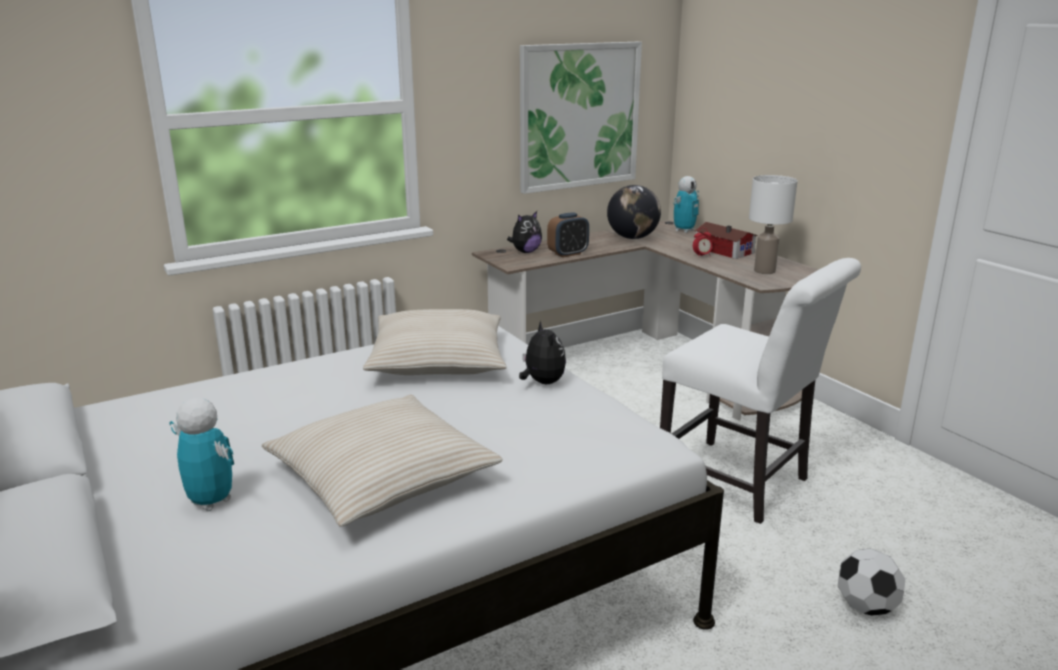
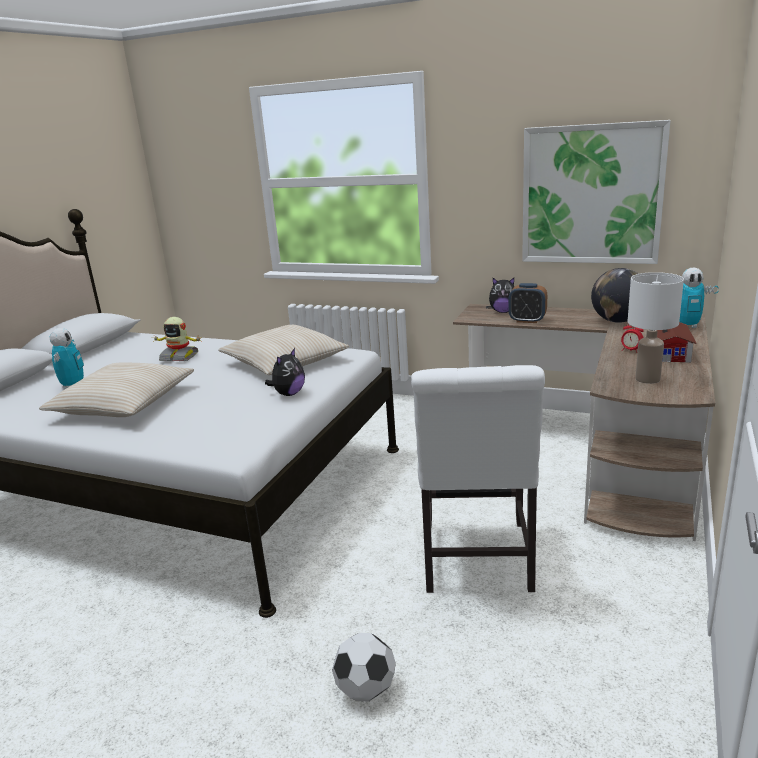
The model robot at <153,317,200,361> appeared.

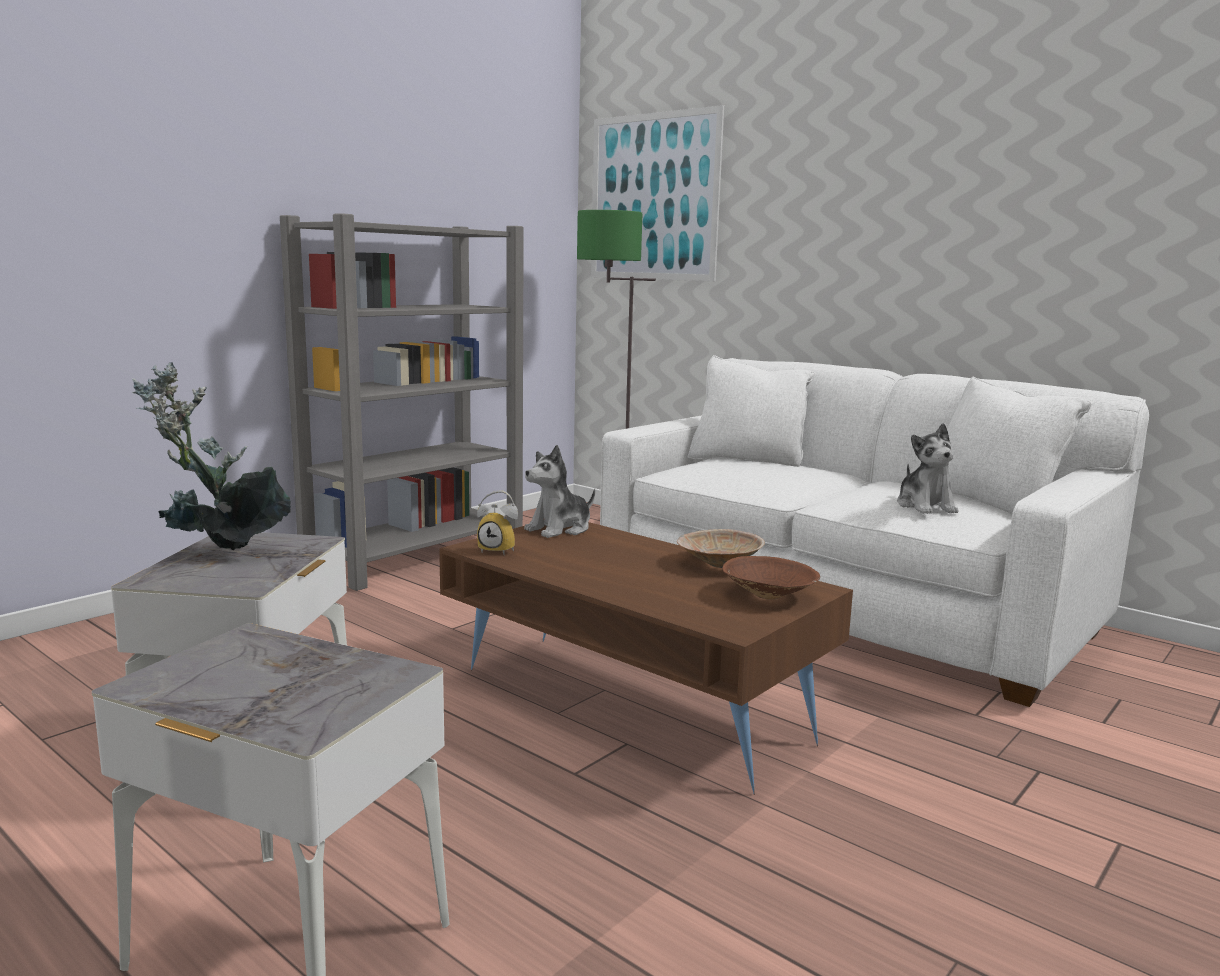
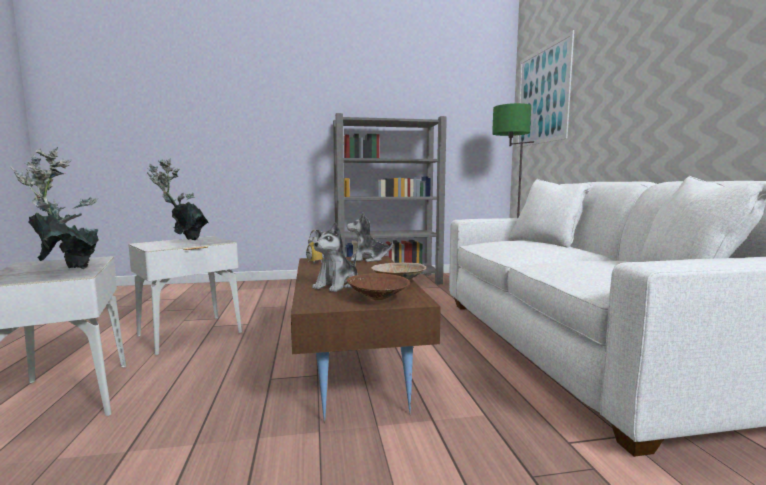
The plant in a pot at <10,147,99,269> appeared.
The plush toy moved from <897,423,958,514> to <312,222,358,292>.

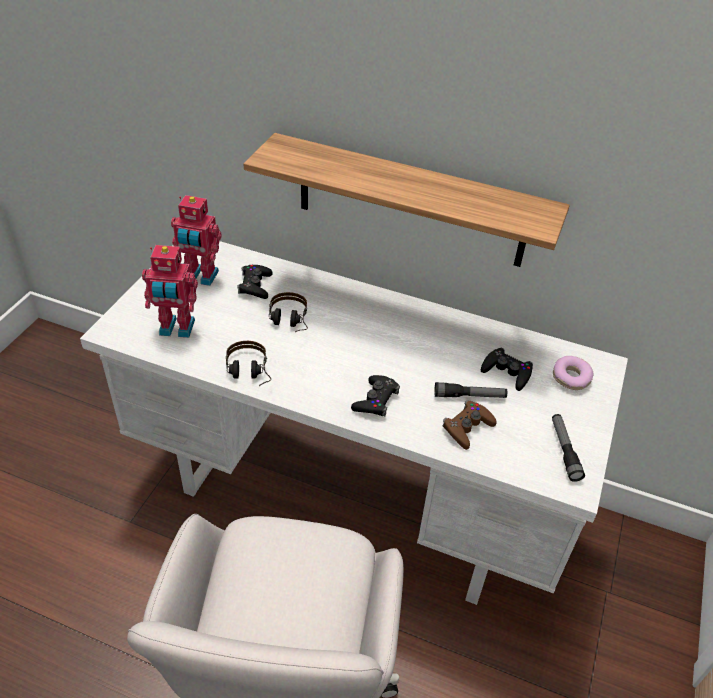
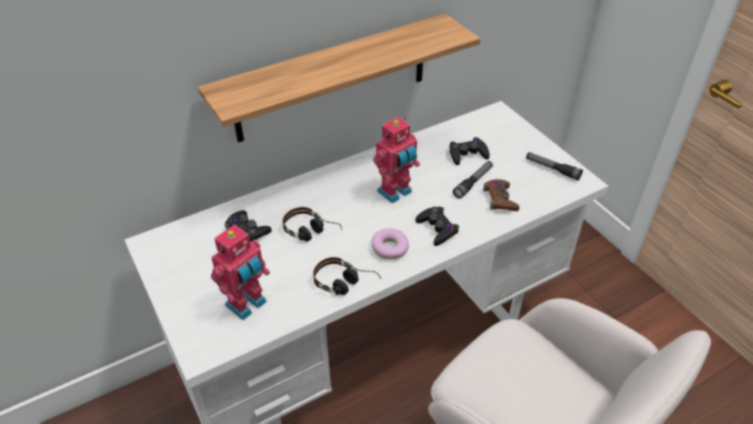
The ring doughnut moved from <553,356,594,390> to <372,228,409,259>.
The model robot moved from <171,195,222,286> to <373,117,420,203>.

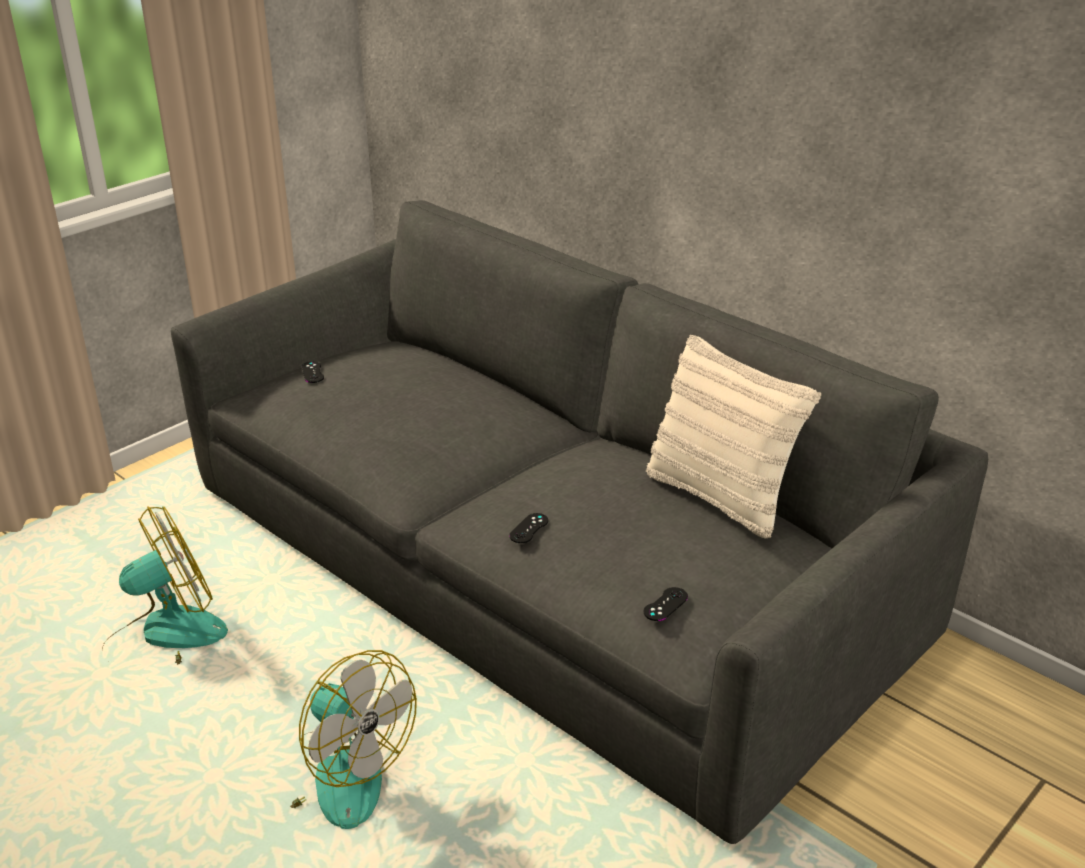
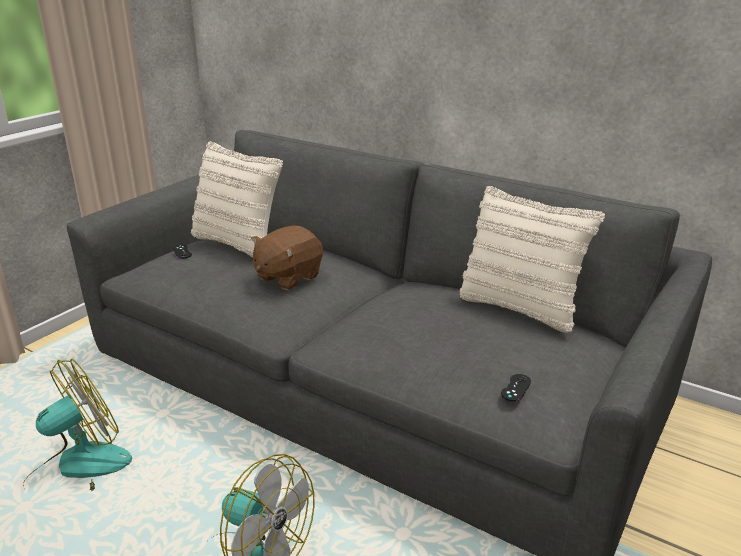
The pillow (beige-coloured) at <191,141,283,257> appeared.
The plush toy (brown) at <251,225,323,290> appeared.
The joypad (black-coloured) at <509,513,548,543> disappeared.

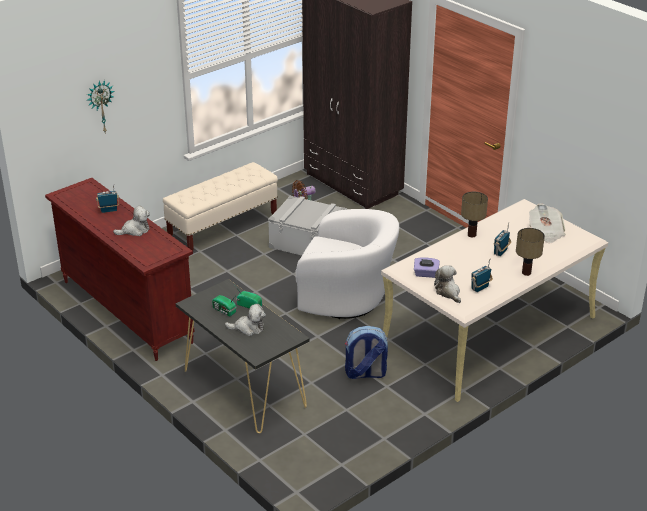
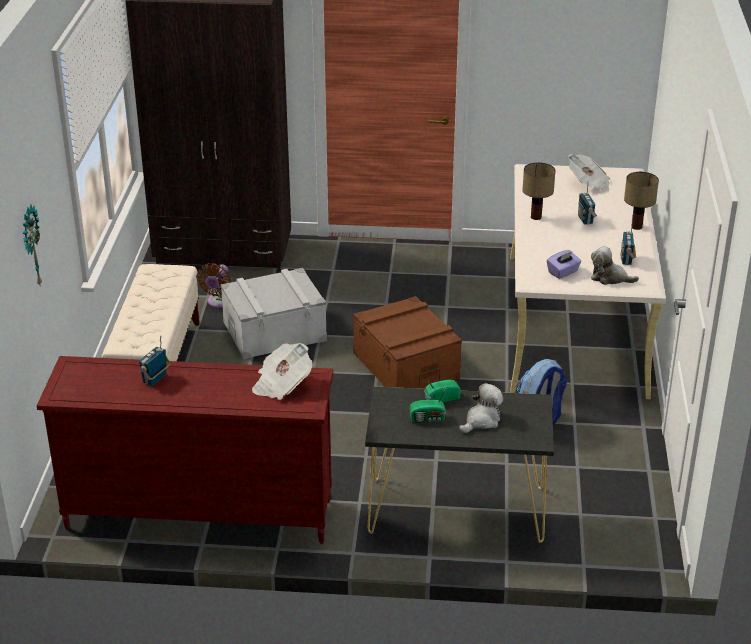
The newspaper at <252,343,313,400> appeared.
The armchair (white-coloured) at <295,209,399,319> was replaced by the storage box (brown) at <353,296,462,389>.
The plush toy at <113,206,150,236> disappeared.

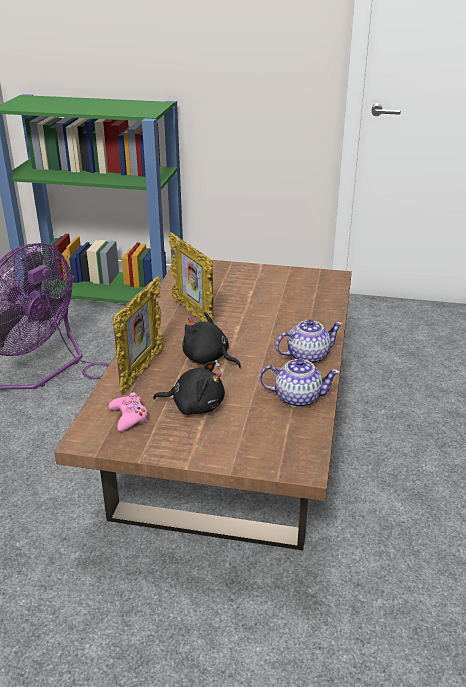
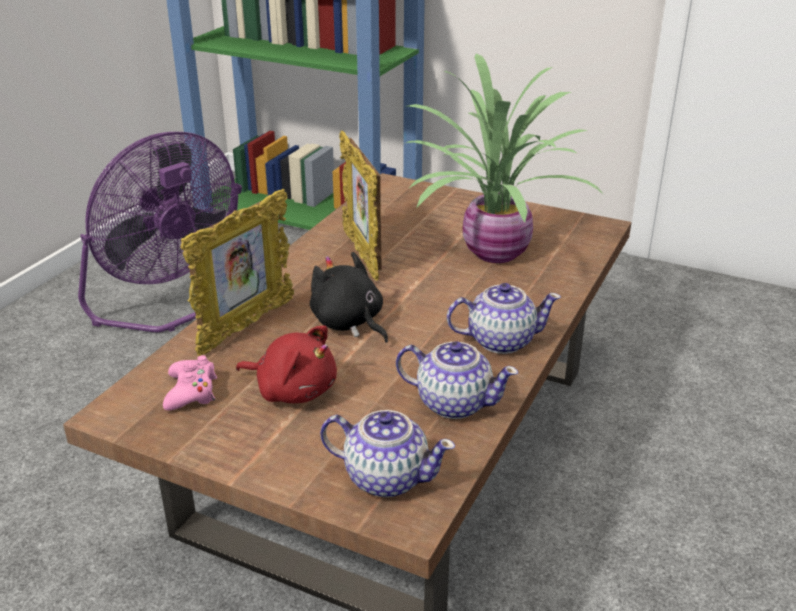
The plush toy (black-coloured) at <153,361,225,415> became the plush toy (red) at <236,325,337,403>.
The tea pot at <320,410,455,497> appeared.
The plant in a pot at <401,53,604,263> appeared.

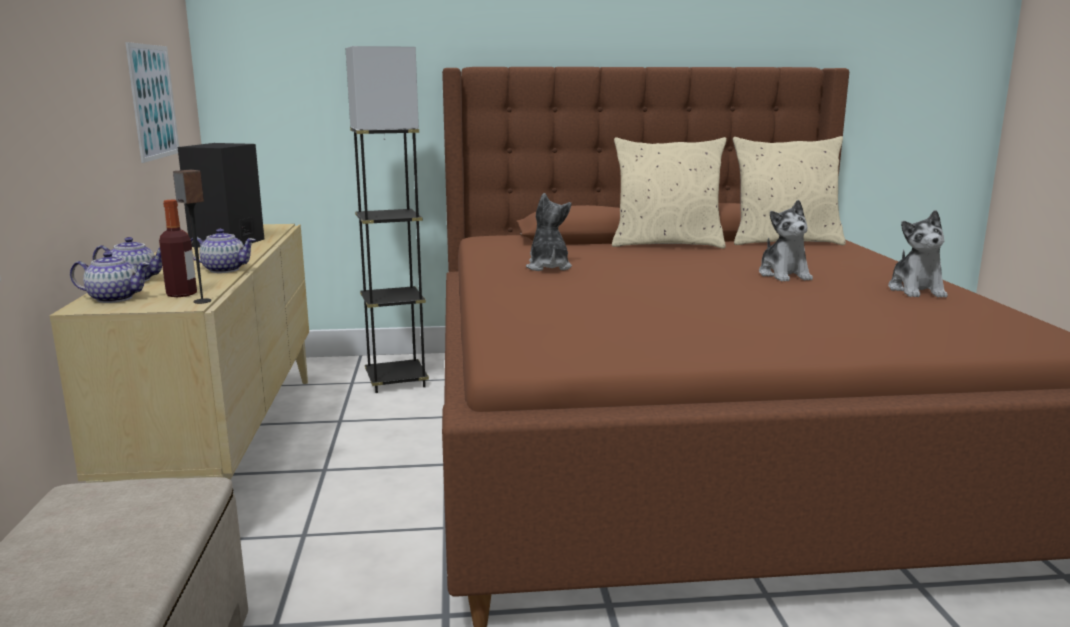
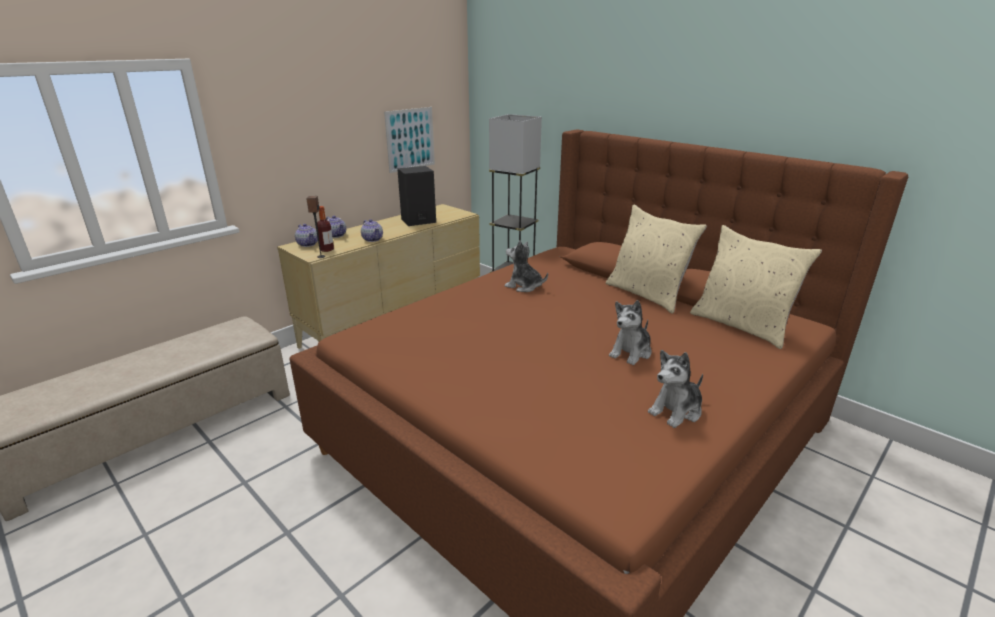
The plush toy at <526,193,572,271> turned 105 degrees counterclockwise.

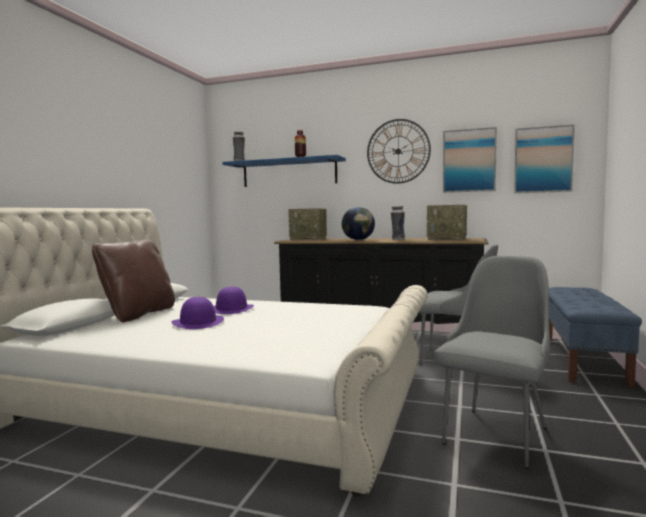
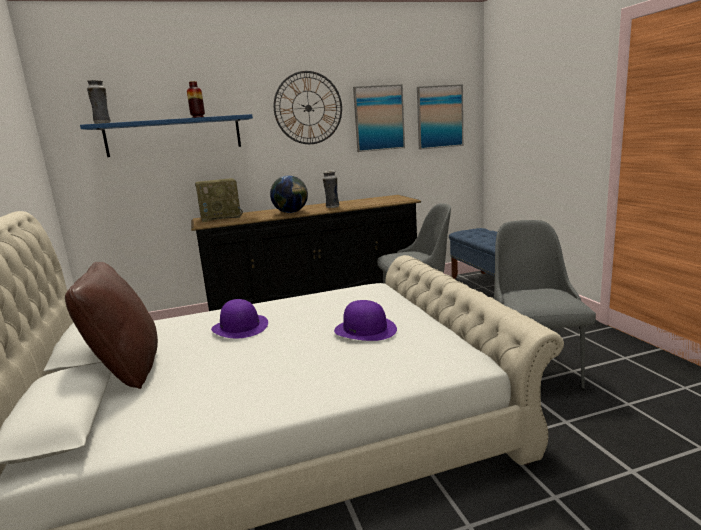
The wearable hat (purple-coloured) moved from <171,297,224,329> to <334,300,397,341>.
The radio set at <427,205,467,240> disappeared.

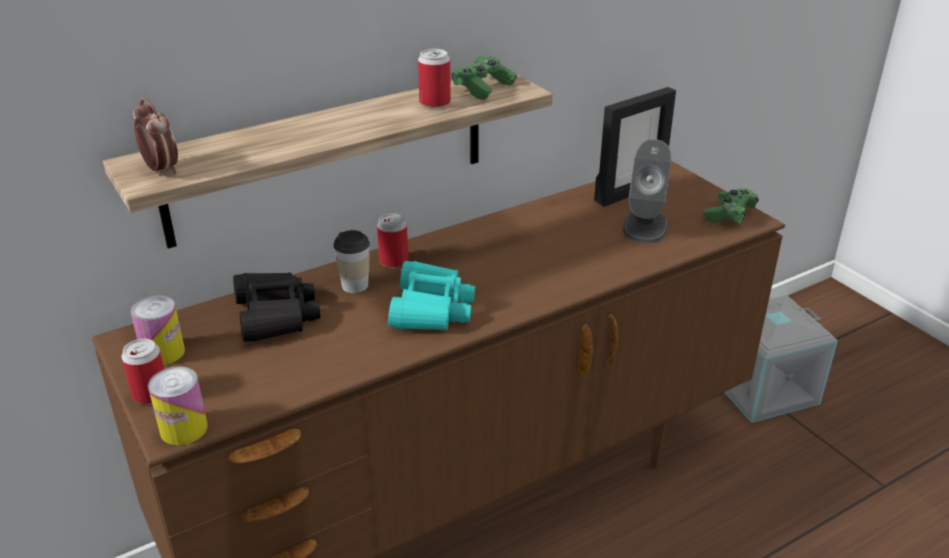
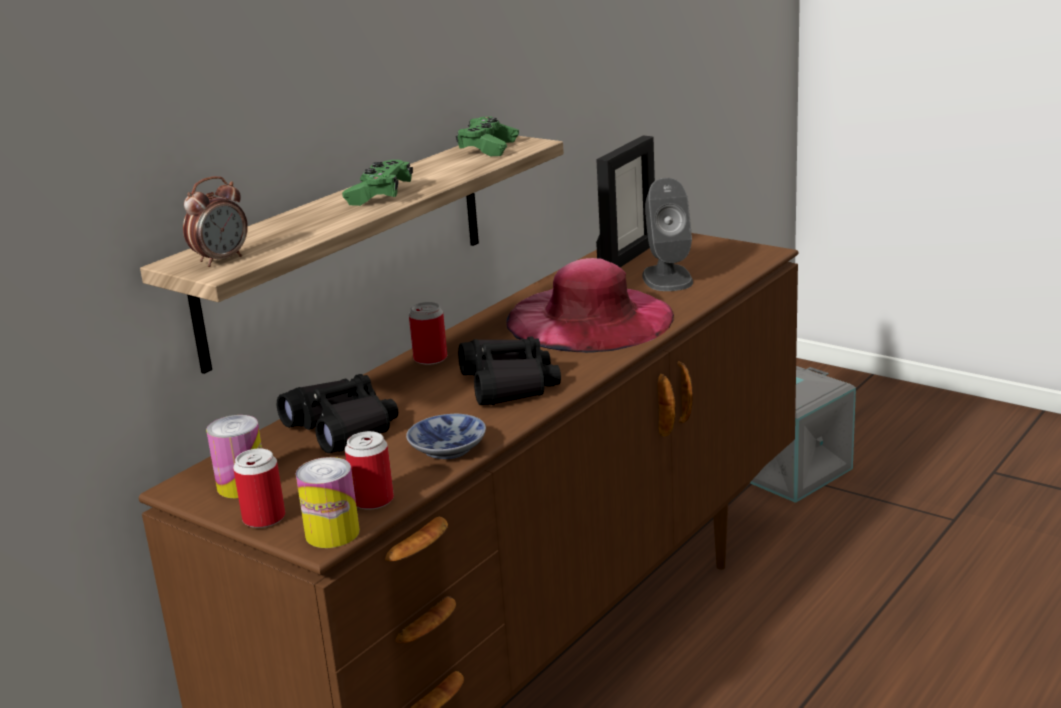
The bedside clock at <133,98,178,176> turned 105 degrees clockwise.
The joypad (green-coloured) moved from <703,188,759,224> to <342,160,413,206>.
The metal can moved from <418,49,451,108> to <345,431,394,510>.
The serving bowl at <406,414,486,459> appeared.
The binoculars (blue-green) at <388,261,475,331> became the binoculars (black-coloured) at <458,336,561,405>.
The wearable hat (pinkish) at <506,258,674,353> appeared.
The cup at <333,230,370,293> disappeared.

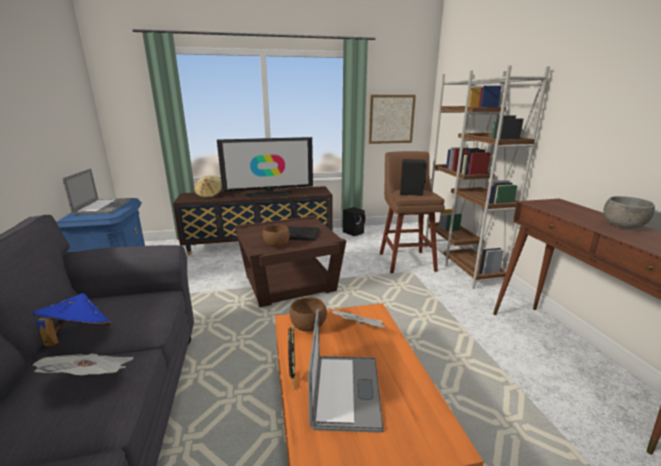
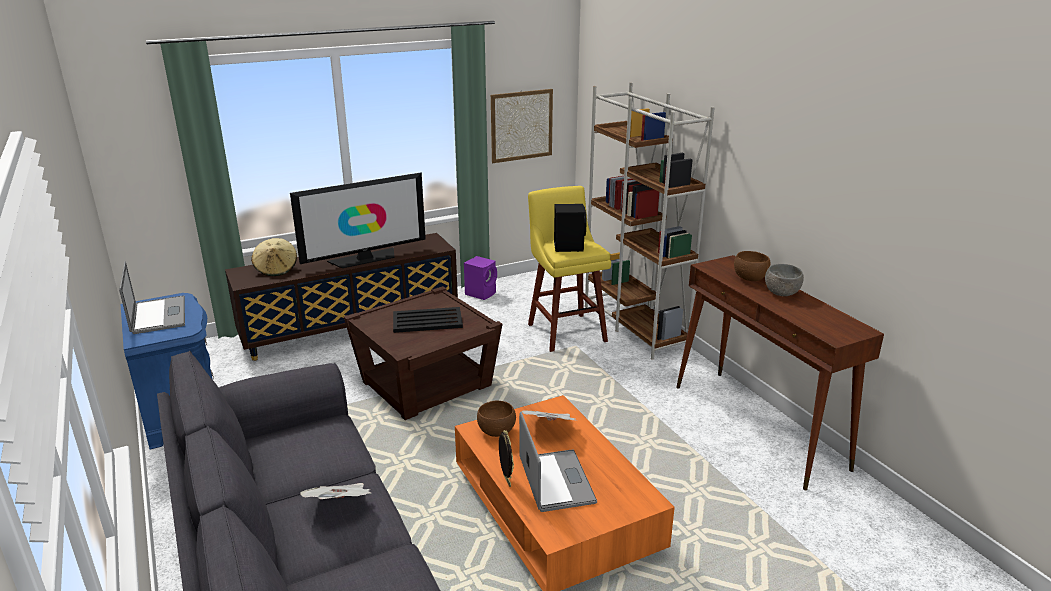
The audio speaker (black-coloured) at <343,207,365,236> became the audio speaker (purple-coloured) at <464,256,497,300>.
The sitting stool (brown) at <380,151,445,273> became the sitting stool (yellow) at <528,186,611,352>.
The serving bowl (brown) moved from <262,225,290,247> to <734,251,770,281>.
The wearable hat (bluish) at <32,293,112,347> disappeared.

